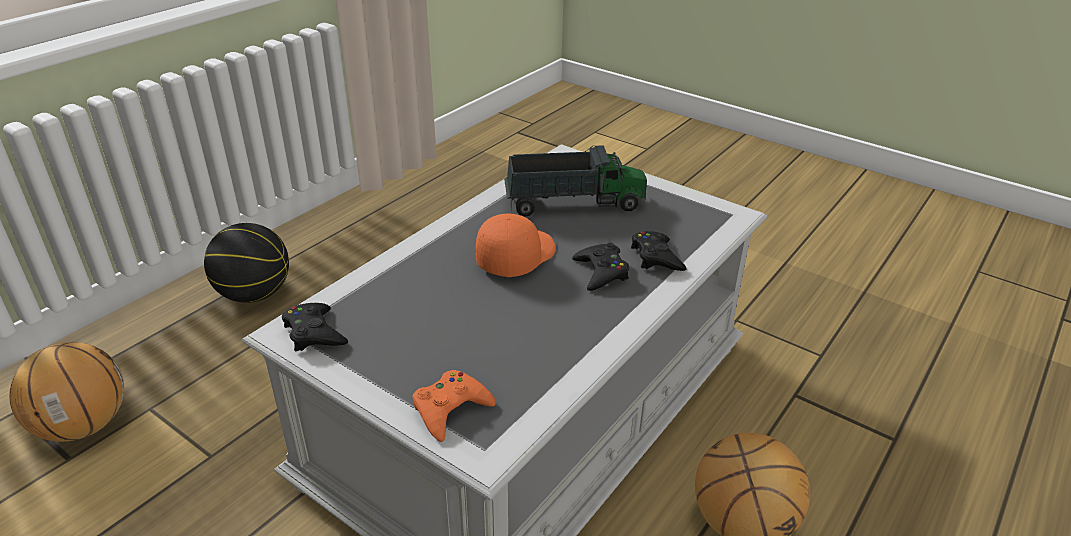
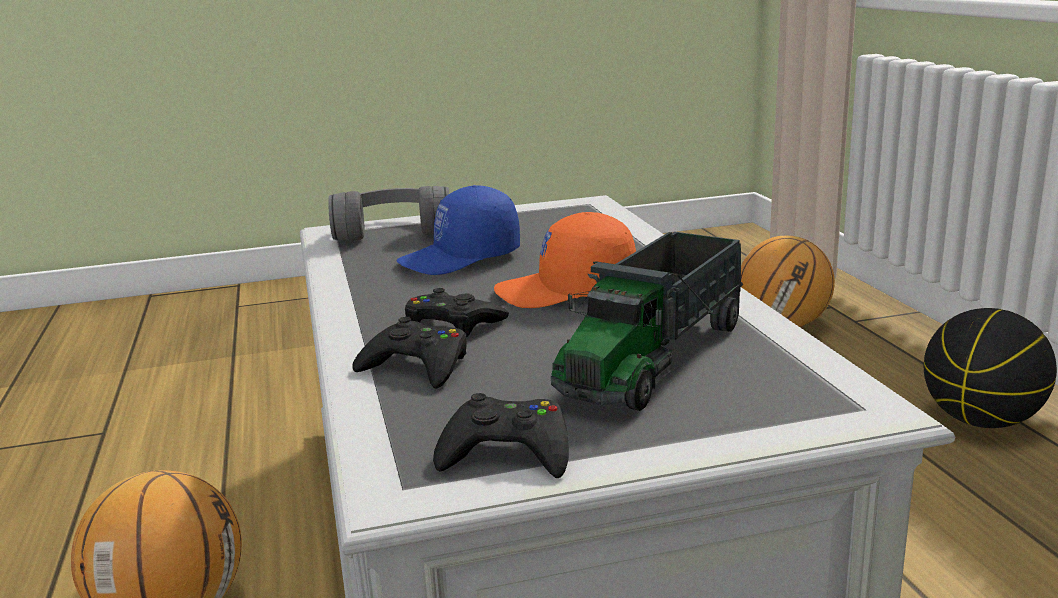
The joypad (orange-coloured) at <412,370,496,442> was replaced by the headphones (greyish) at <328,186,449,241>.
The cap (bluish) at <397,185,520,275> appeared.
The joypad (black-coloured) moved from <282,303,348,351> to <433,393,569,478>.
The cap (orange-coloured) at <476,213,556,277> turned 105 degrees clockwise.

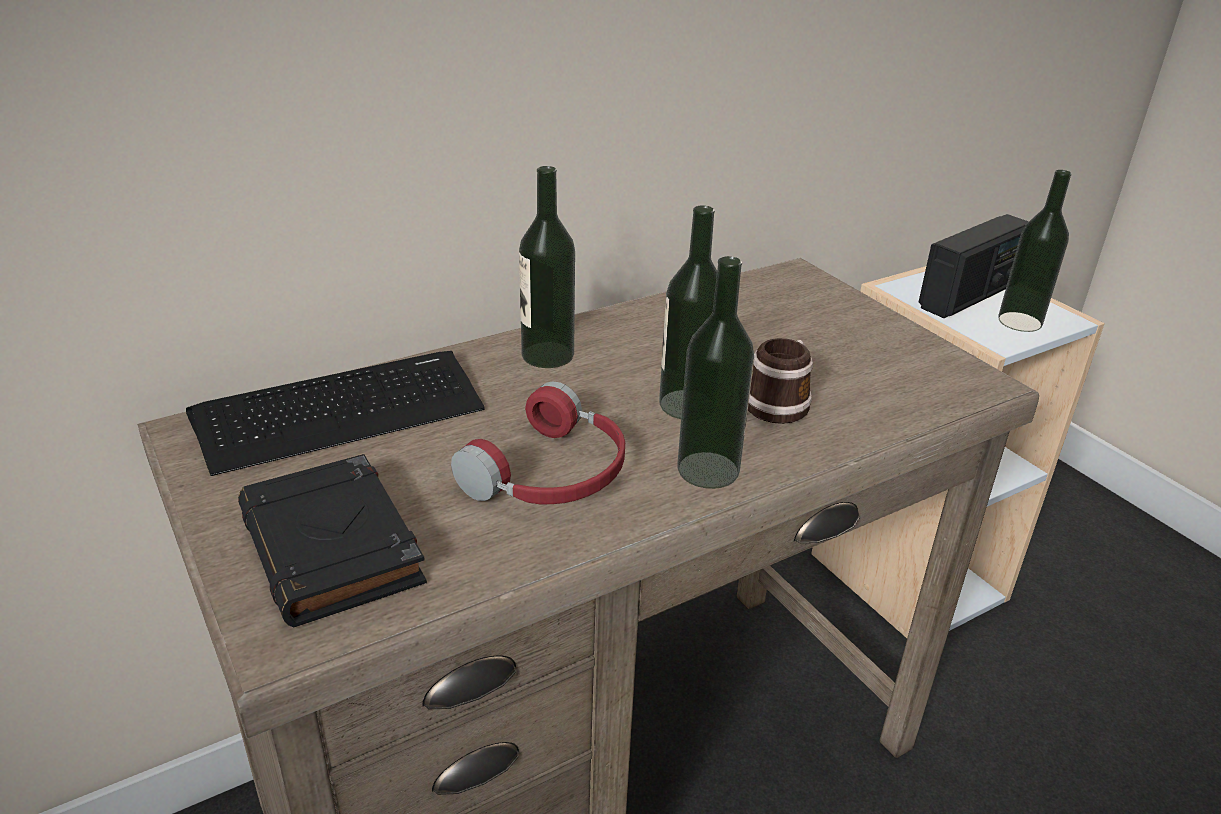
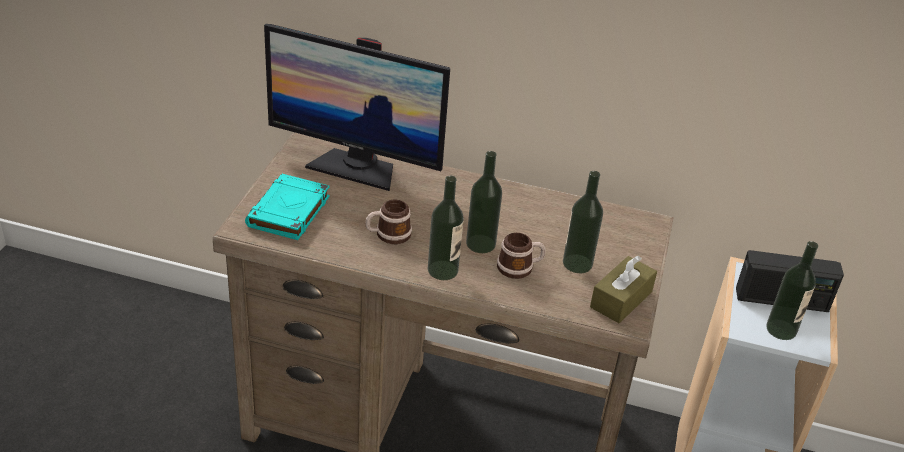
The book (black-coloured) at <238,454,427,627> became the book (blue-green) at <245,174,330,240>.
The PC keyboard at <186,351,485,476> was replaced by the computer display at <264,24,450,191>.
The headphones (red) at <451,381,625,504> was replaced by the coffee mug at <365,200,412,244>.
The beverage bottle moved from <519,166,575,368> to <563,171,603,273>.
The tissue box (brown) at <590,256,657,323> appeared.

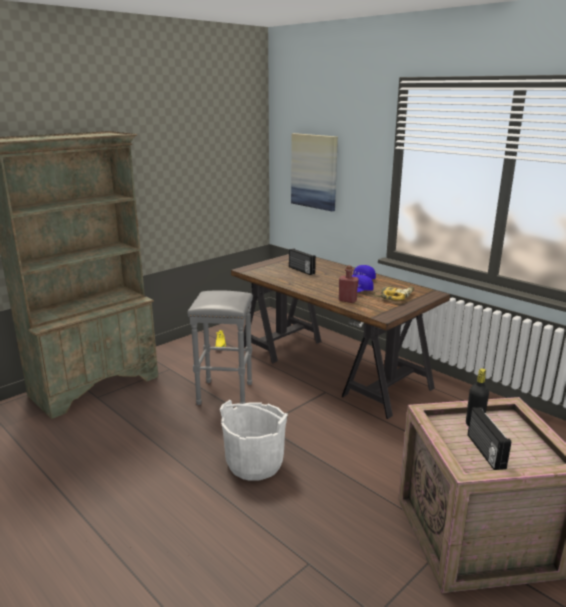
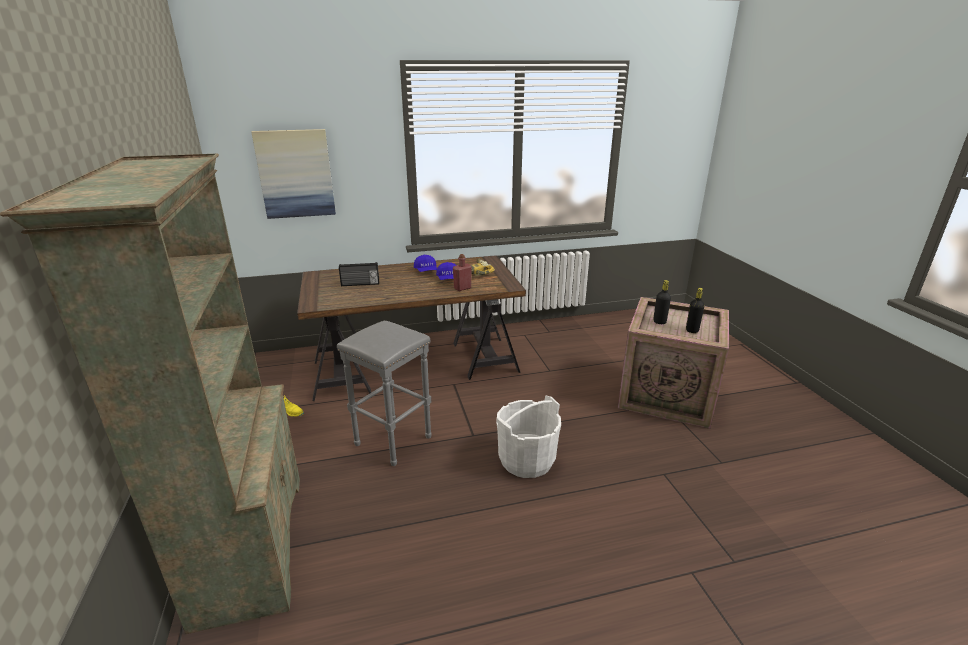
The radio set at <468,407,511,470> was replaced by the beverage bottle (black-coloured) at <686,288,704,333>.

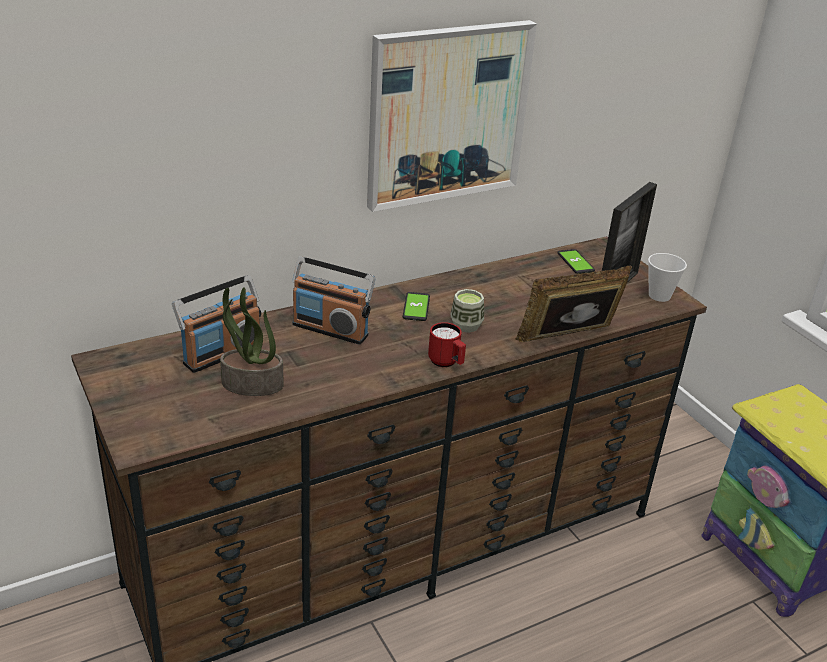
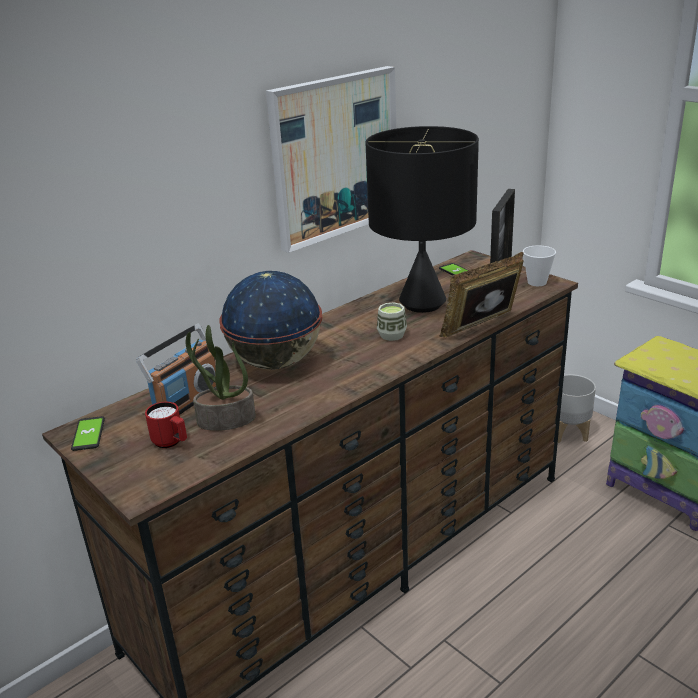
The telephone moved from <403,292,430,321> to <71,416,105,451>.
The coffee mug (red) moved from <428,322,466,367> to <145,402,187,448>.
The radio set at <292,256,375,345> was replaced by the world globe at <219,271,322,369>.
The table lamp (black-coloured) at <365,126,479,313> appeared.
The flower pot (greyish) at <558,374,596,443> appeared.

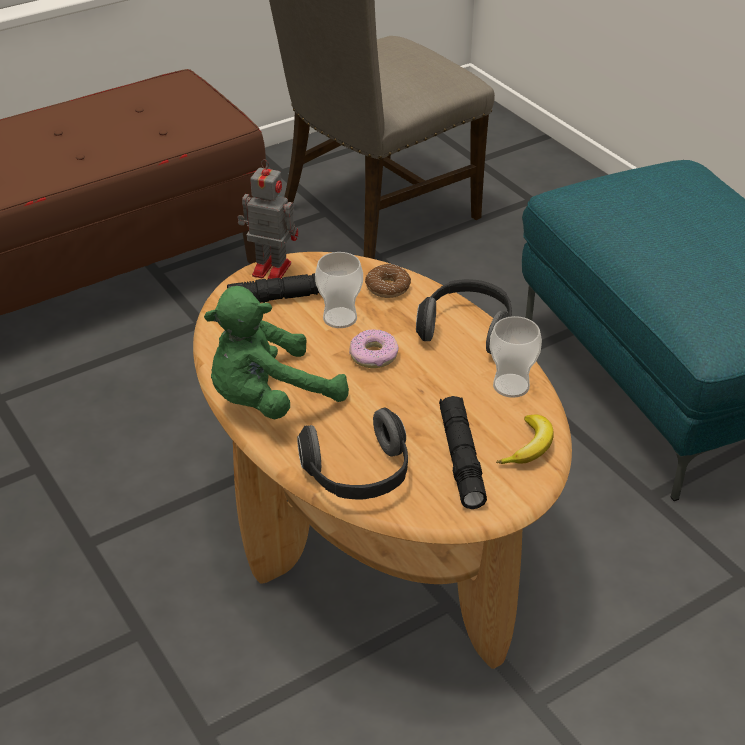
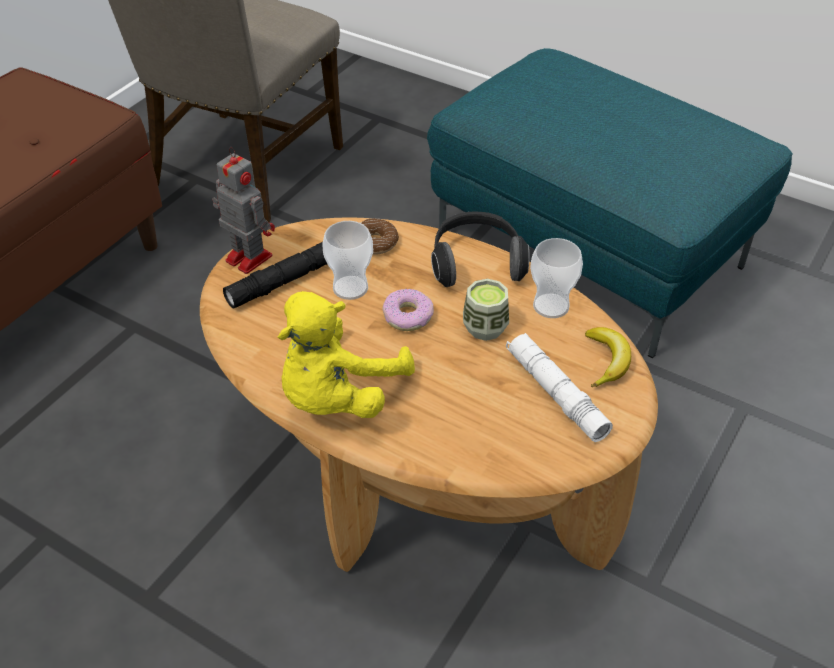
The model robot at <237,159,298,279> turned 45 degrees clockwise.
The plush toy (green-coloured) at <204,286,349,419> became the plush toy (yellow) at <278,291,415,418>.
The cup at <463,279,509,341> appeared.
The torch (black-coloured) at <439,396,487,509> became the torch (white-coloured) at <506,333,613,442>.
The headphones at <297,407,408,500> disappeared.

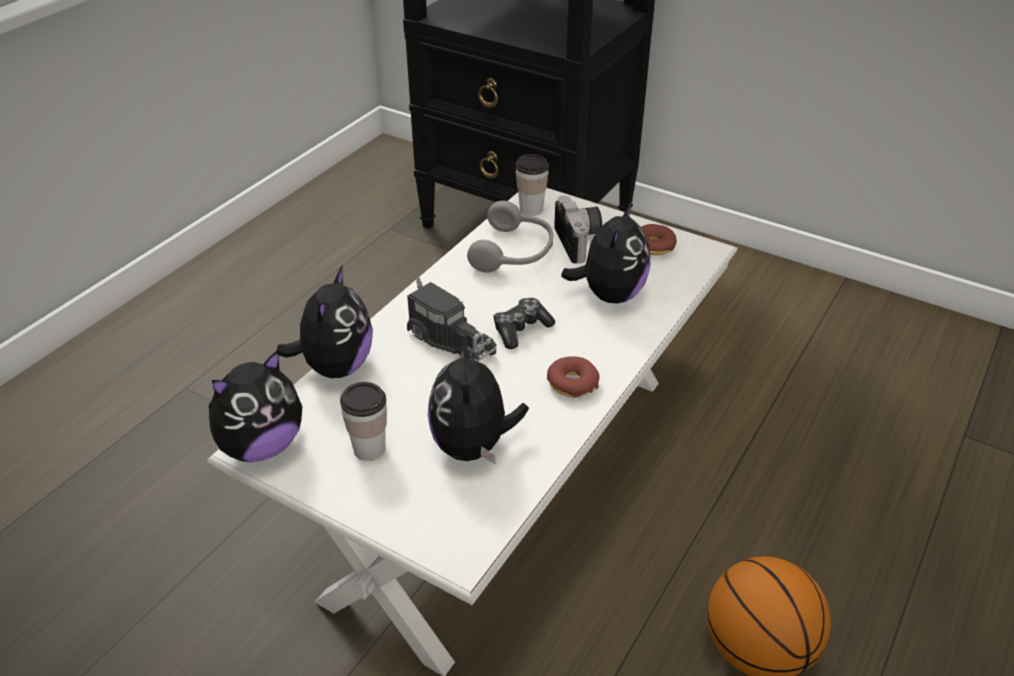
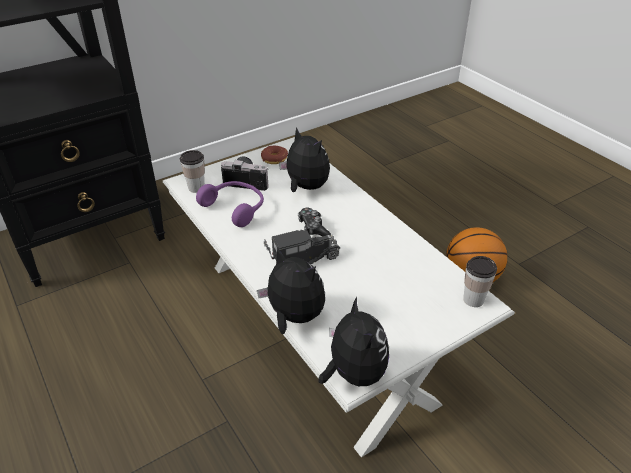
The headphones (greyish) at <467,201,553,273> became the headphones (purple-coloured) at <196,181,264,227>.
The cup moved from <340,382,387,461> to <463,256,497,307>.
The plush toy at <428,338,529,465> disappeared.
The ring doughnut at <547,356,600,398> disappeared.

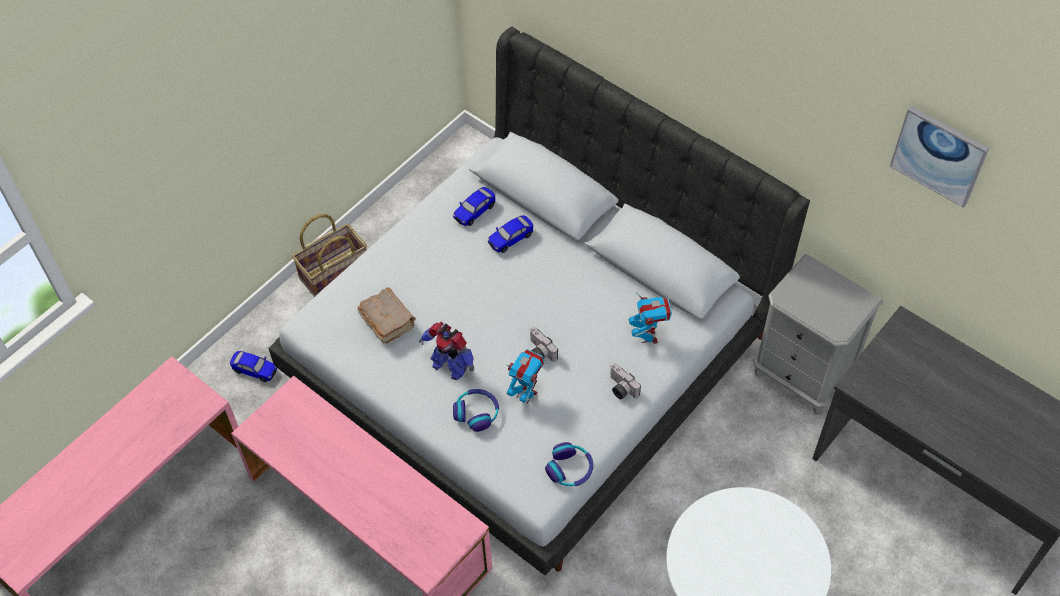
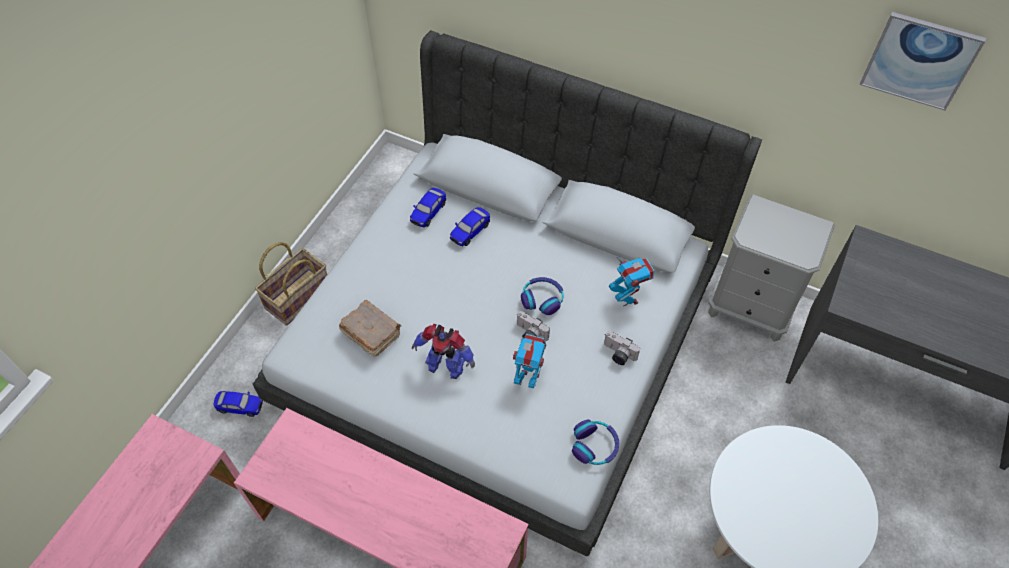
The headphones moved from <453,389,499,432> to <521,277,563,315>.

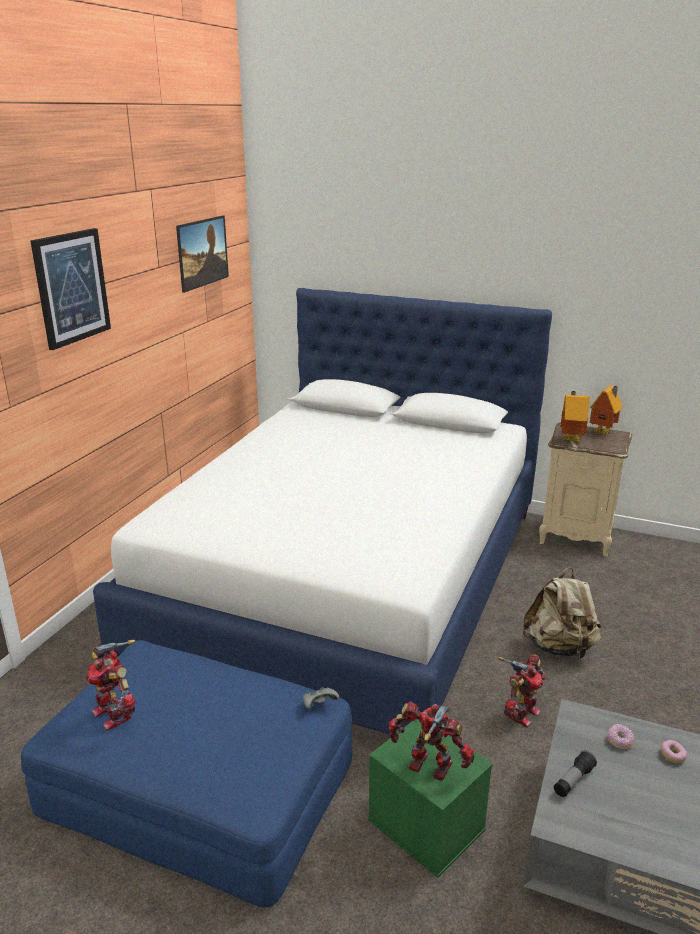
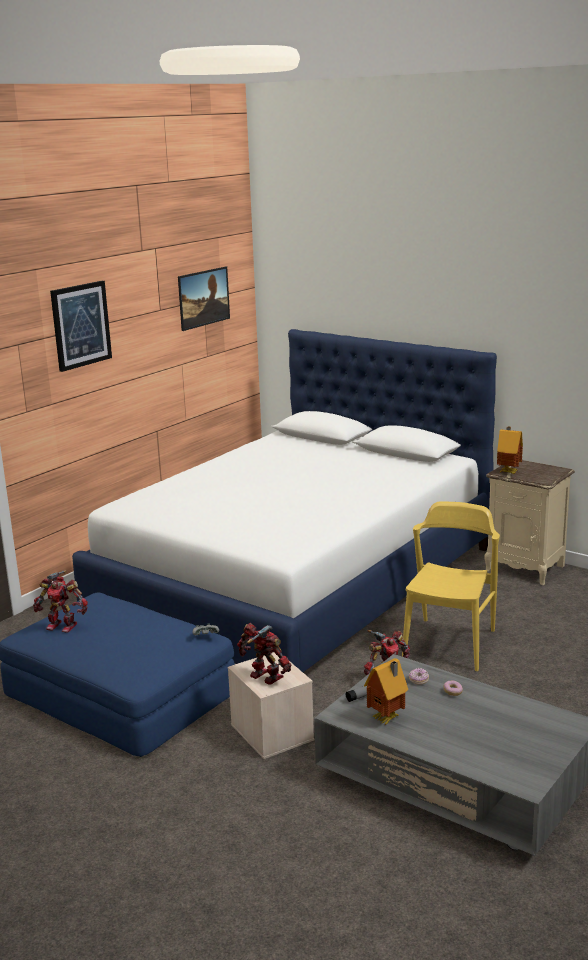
The model robot at <85,640,136,730> turned 45 degrees counterclockwise.
The storage box (green-coloured) at <368,719,493,878> became the storage box (beige-coloured) at <228,652,314,759>.
The model house moved from <590,385,623,435> to <364,658,408,725>.
The knapsack (beige-coloured) at <522,568,601,660> was replaced by the chair (yellow) at <402,501,500,671>.

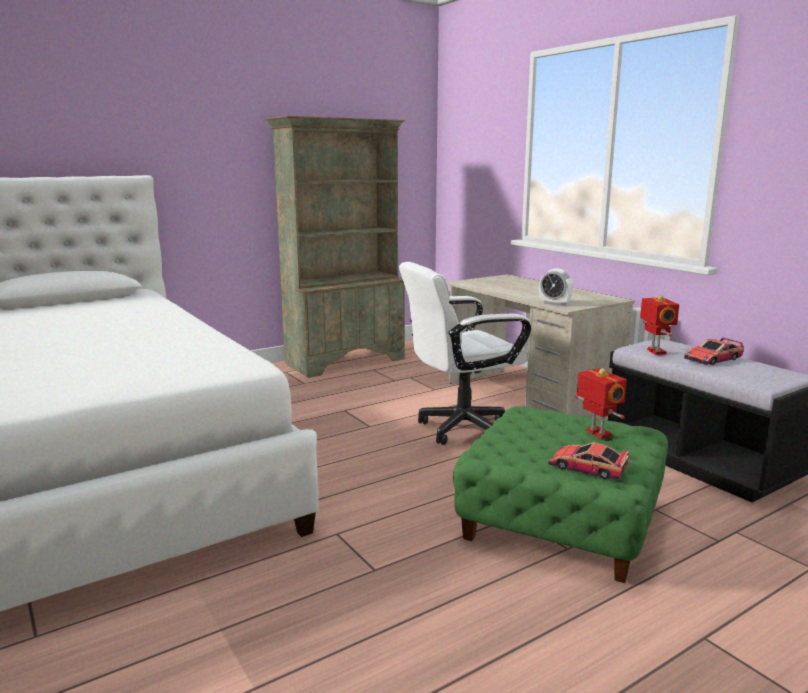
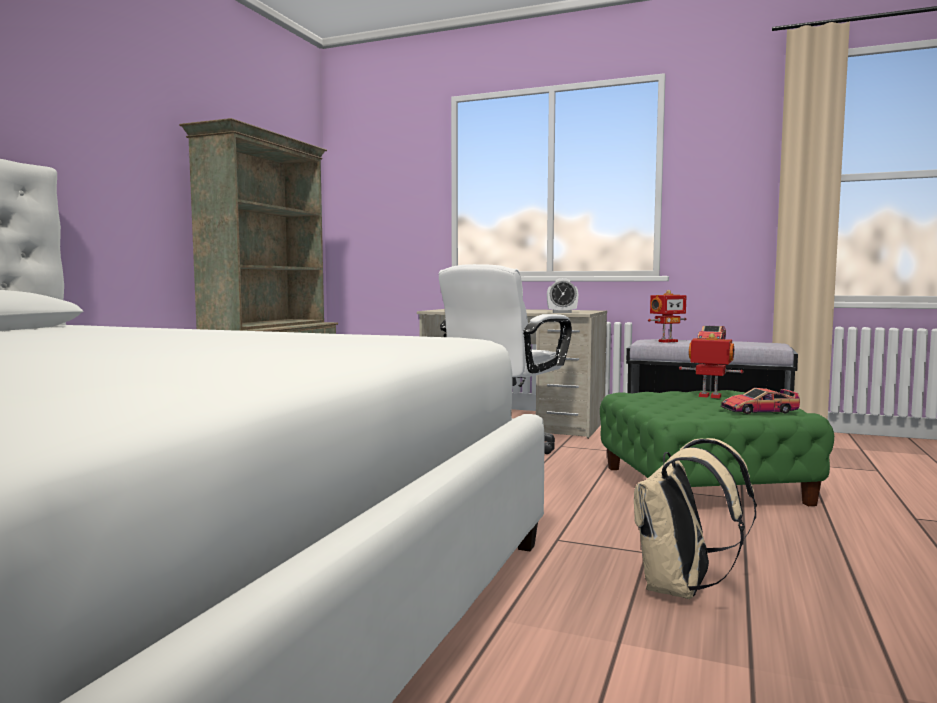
The knapsack (beige-coloured) at <634,438,757,599> appeared.
The model robot at <640,295,679,355> turned 105 degrees clockwise.

